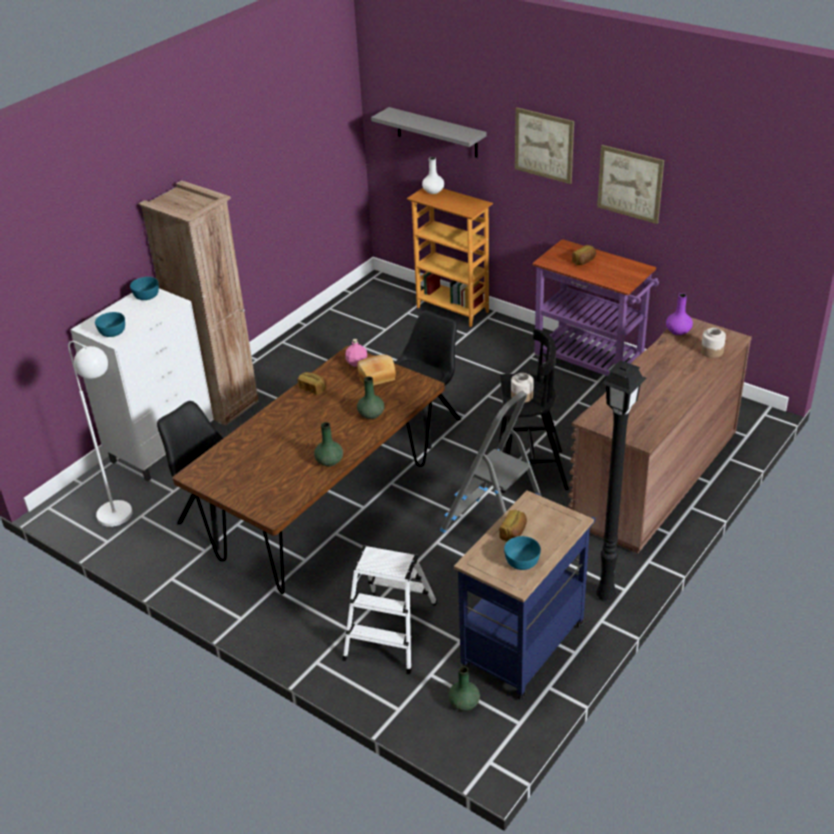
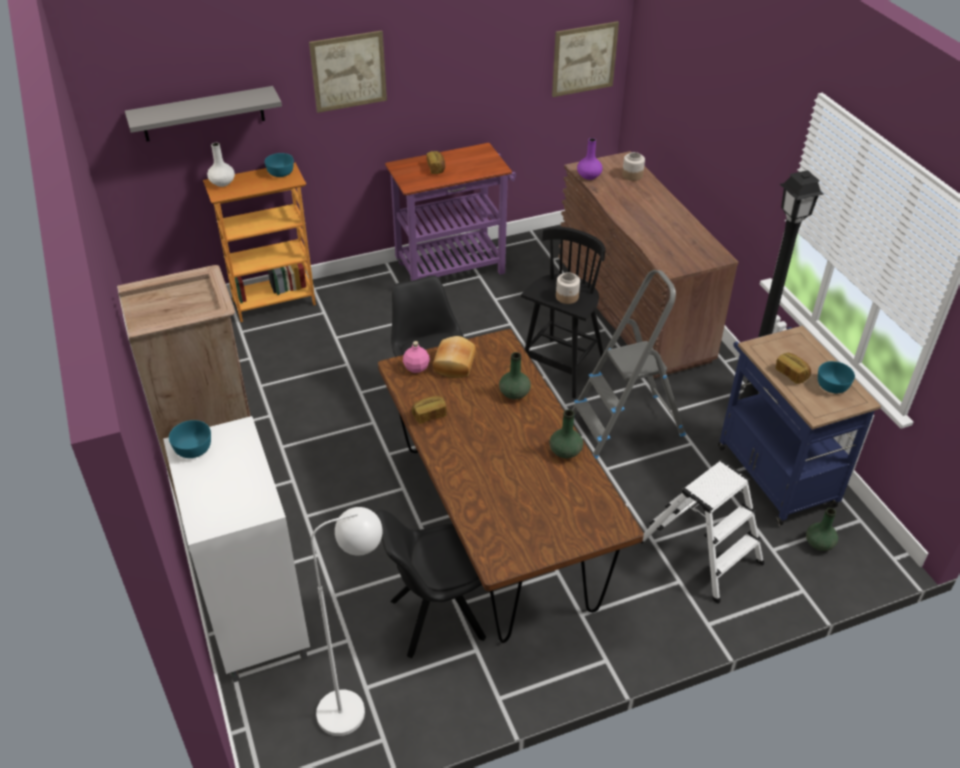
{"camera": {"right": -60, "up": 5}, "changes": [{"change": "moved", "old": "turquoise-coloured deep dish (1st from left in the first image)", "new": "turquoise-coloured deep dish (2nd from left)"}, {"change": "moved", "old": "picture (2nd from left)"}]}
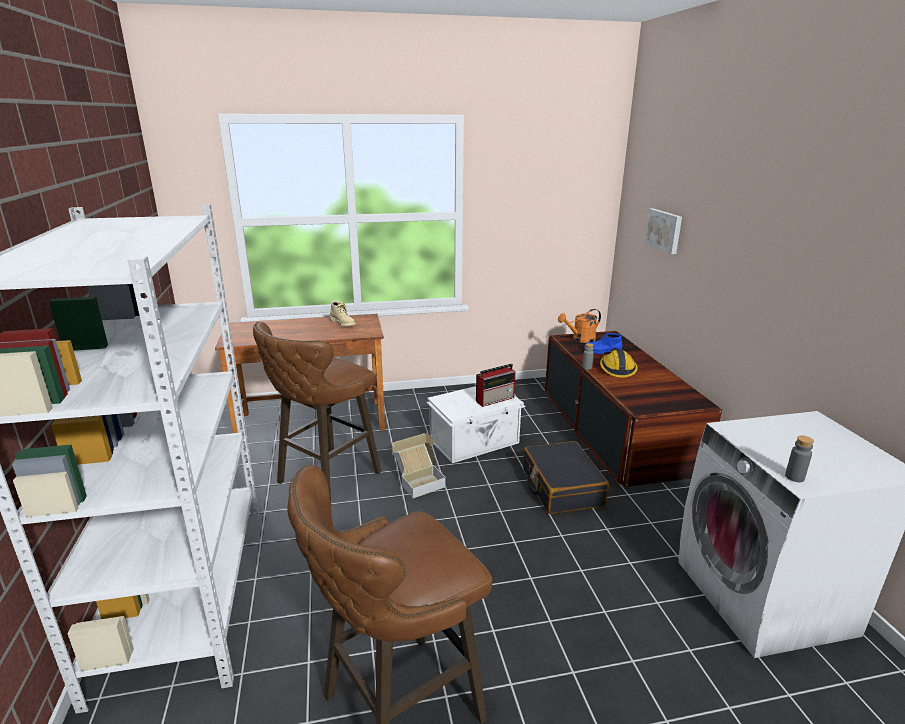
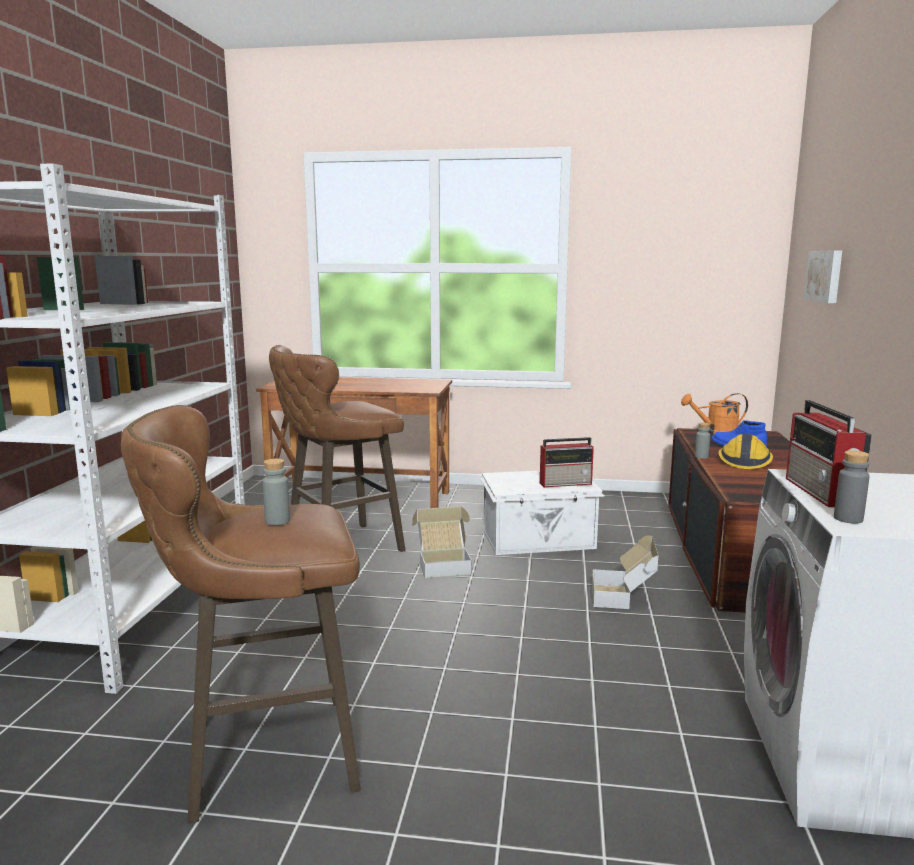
{"camera": {"right": 20, "up": -10}, "changes": [{"change": "removed", "old": "beige-coloured high-top boot"}, {"change": "added", "new": "greyish bottle (1st from left)"}, {"change": "added", "new": "radio receiver (2nd from left)"}, {"change": "replaced", "old": "blackish travel case", "new": "carton (2nd from left)"}]}
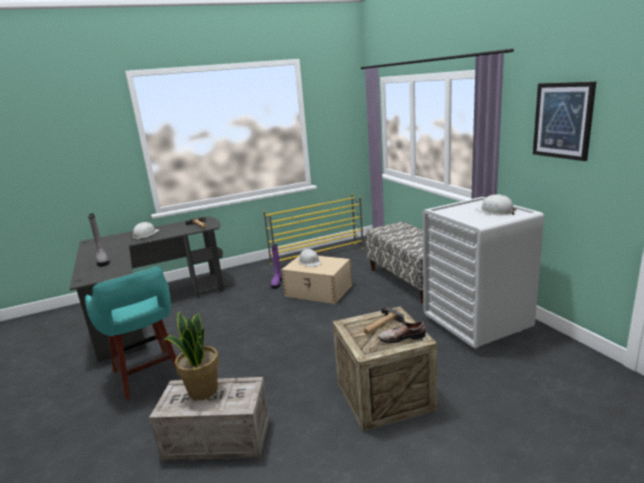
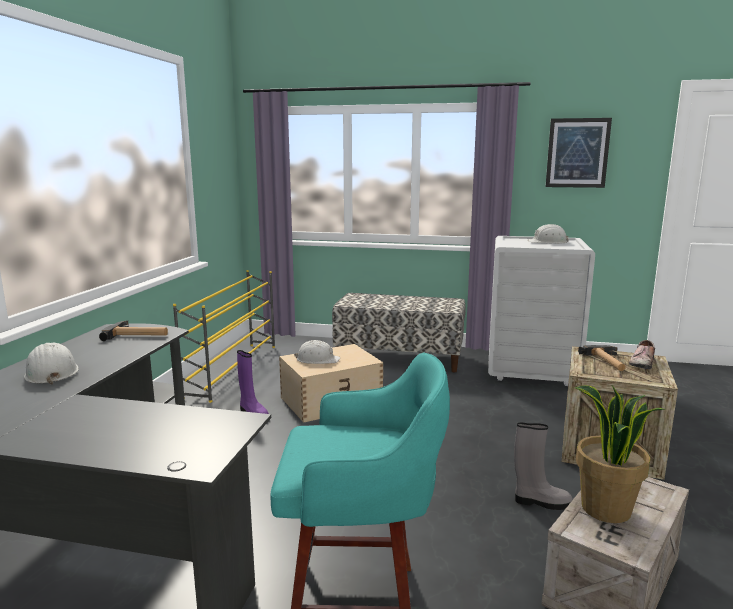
{"camera": {"right": -55, "up": -5}, "changes": [{"change": "moved", "old": "greyish high-top boot"}]}
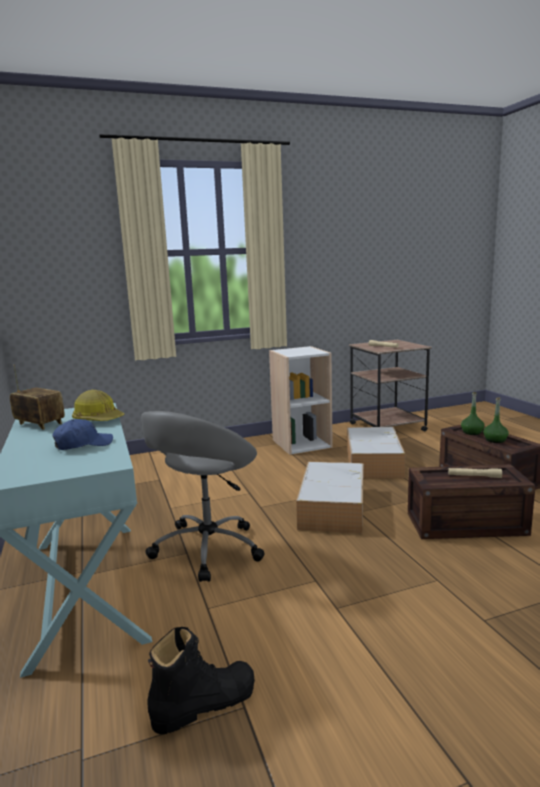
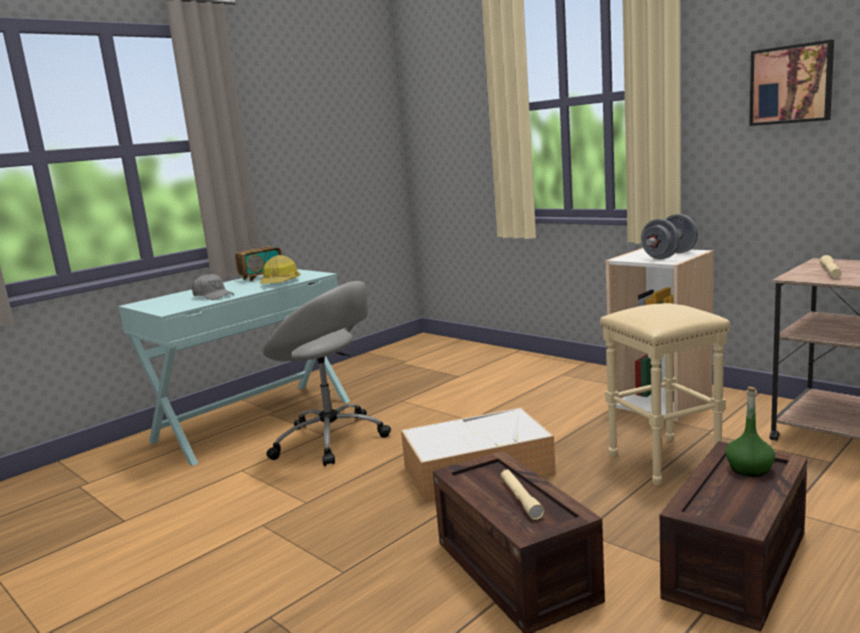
{"camera": {"right": 65, "up": 0}, "changes": [{"change": "removed", "old": "blackish high-top boot"}, {"change": "removed", "old": "green-coloured bottle (2nd from left)"}, {"change": "added", "new": "greyish free weight"}, {"change": "added", "new": "picture"}, {"change": "replaced", "old": "storage box (2nd from left)", "new": "beige-coloured stool"}, {"change": "recoloured", "old": "blue cap", "new": "greyish cap"}, {"change": "turned", "old": "radio receiver", "degrees": 45}, {"change": "turned", "old": "greyish computer chair", "degrees": -150}]}
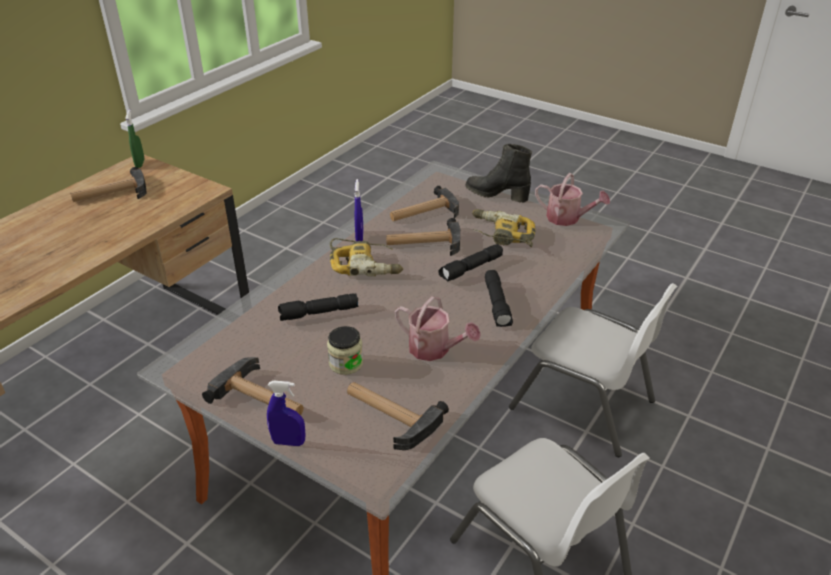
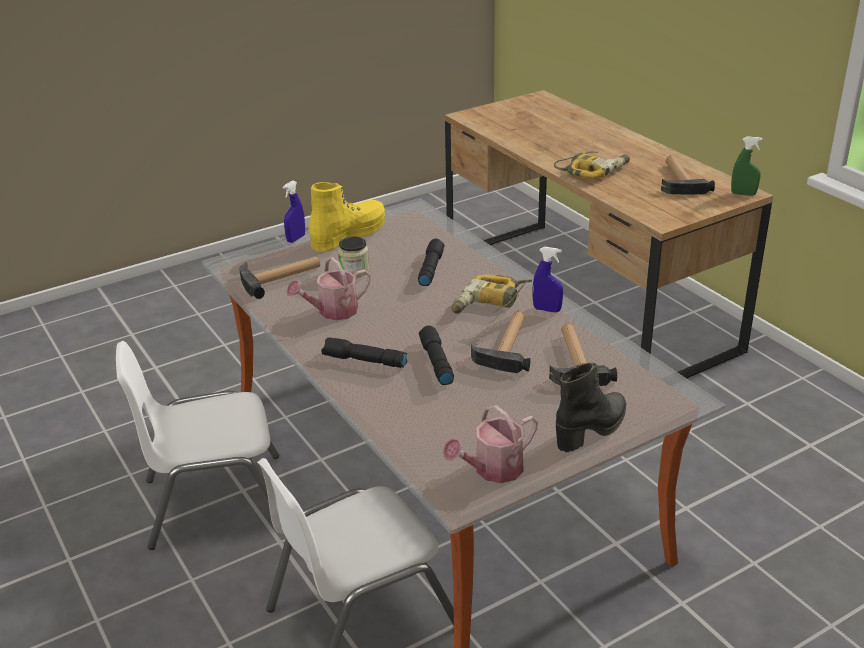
{"camera": {"right": 115, "up": -5}, "changes": [{"change": "moved", "old": "drill (2nd from left)"}, {"change": "replaced", "old": "hammer (2nd from left)", "new": "yellowish high-top boot"}]}
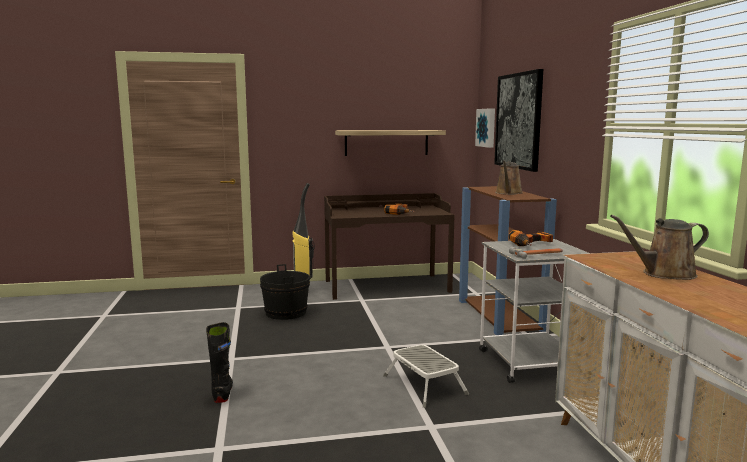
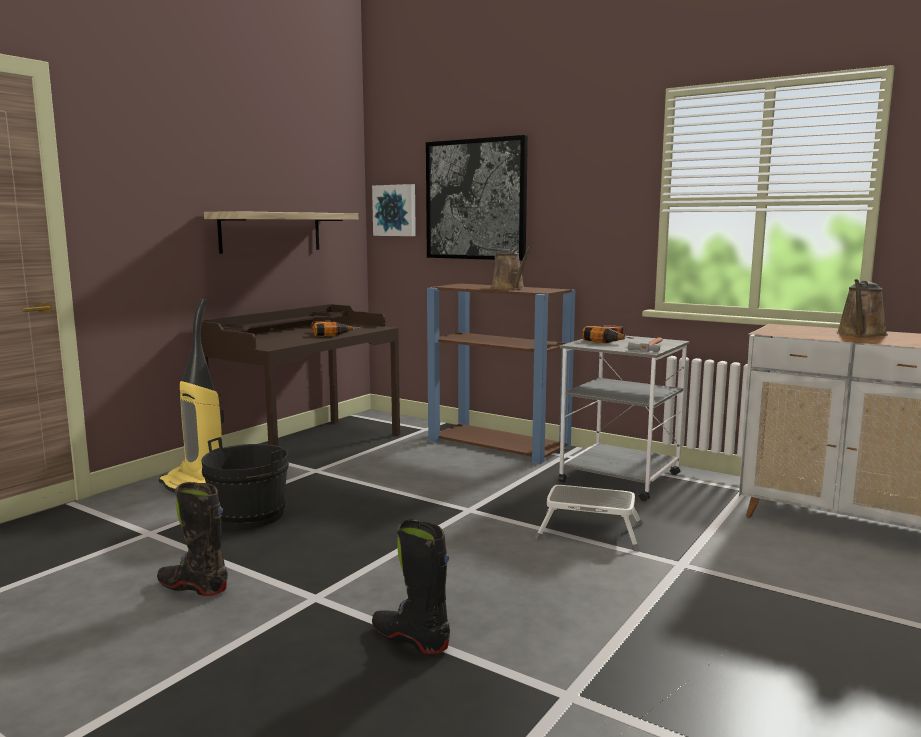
{"camera": {"right": -45, "up": 0}, "changes": [{"change": "added", "new": "blackish high-top boot (1st from left)"}]}
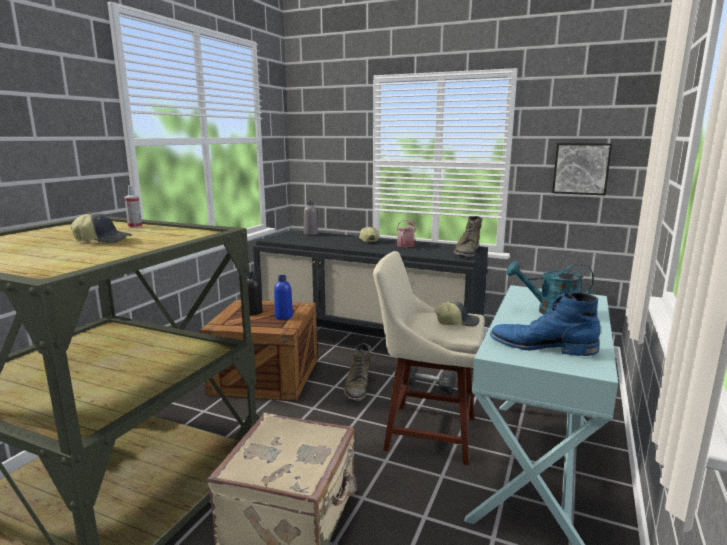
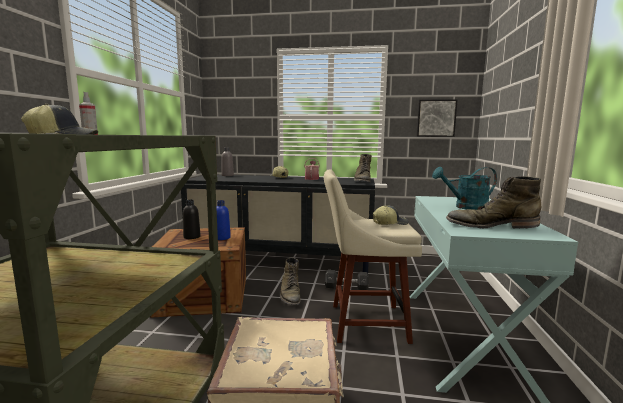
{"camera": {"right": -15, "up": -5}, "changes": [{"change": "recoloured", "old": "blue high-top boot", "new": "green-coloured high-top boot (3rd from left)"}]}
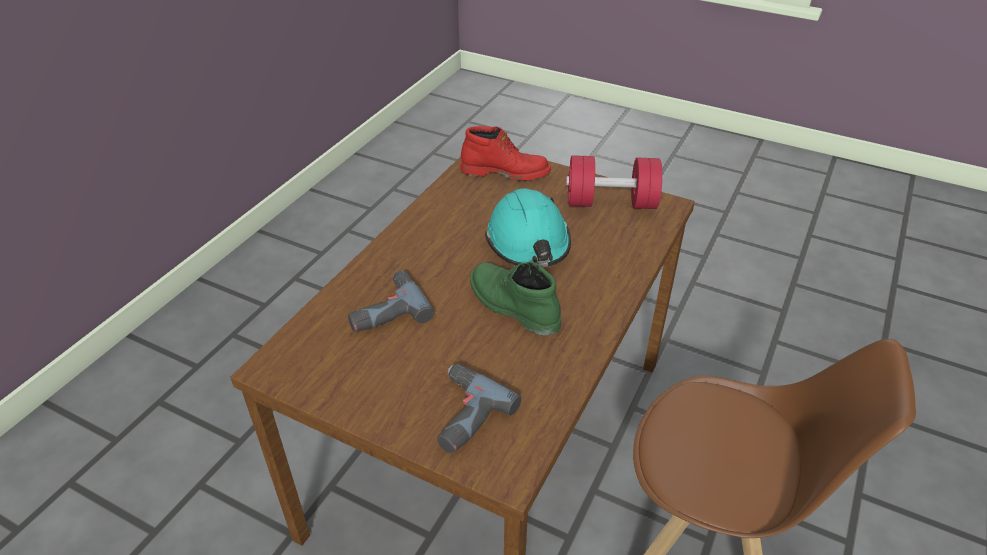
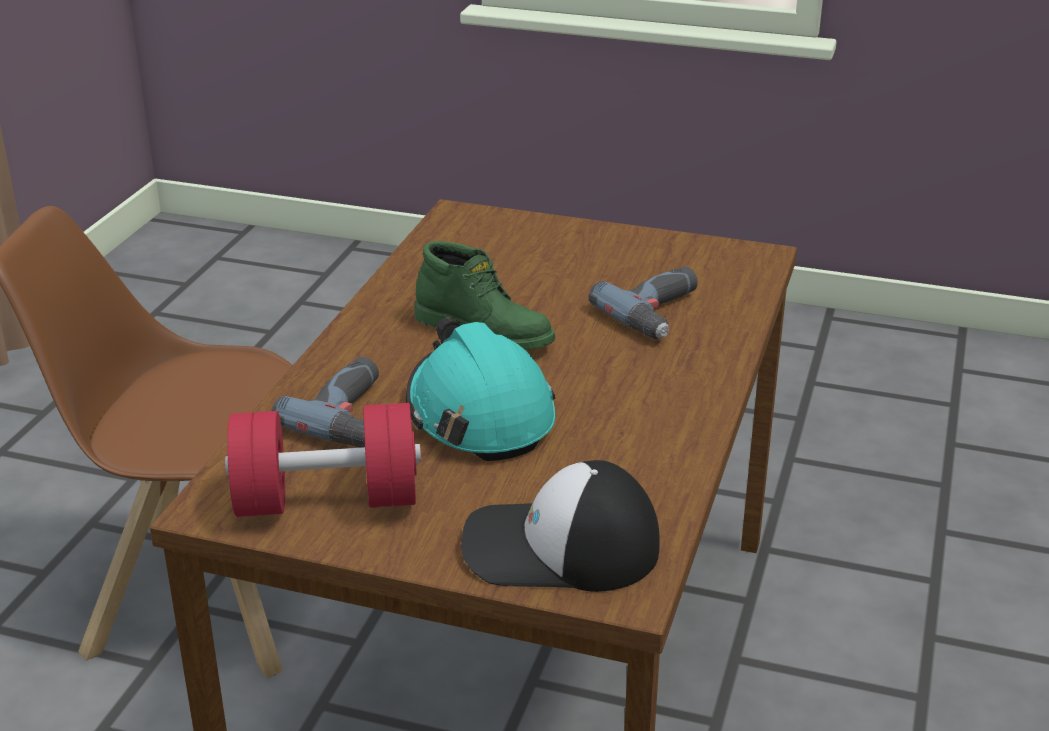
{"camera": {"right": 170, "up": -10}, "changes": [{"change": "moved", "old": "drill (2nd from left in the first image)", "new": "drill (1st from left)"}, {"change": "replaced", "old": "reddish high-top boot", "new": "cap"}]}
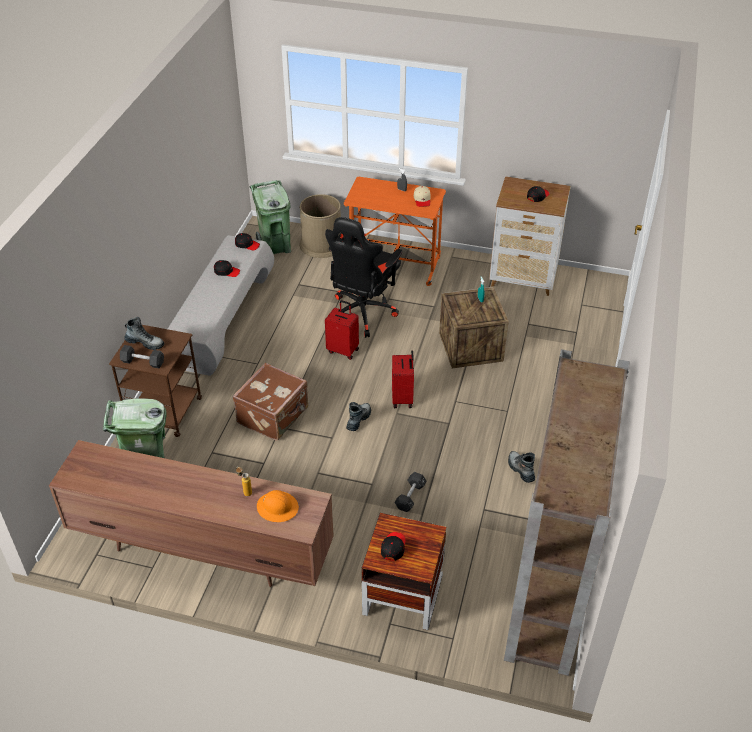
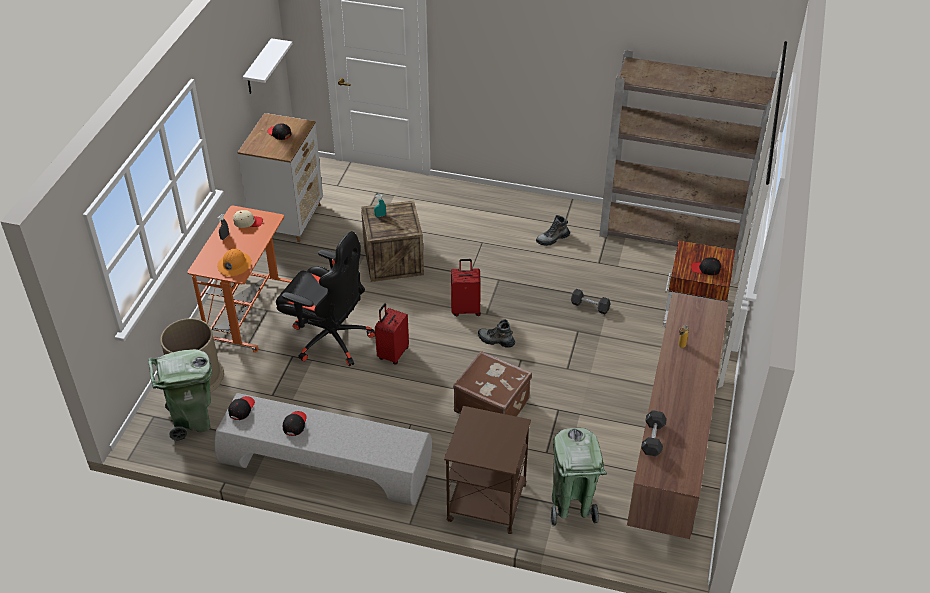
{"camera": {"right": -90, "up": 0}, "changes": [{"change": "removed", "old": "high-top boot (1st from left)"}, {"change": "added", "new": "whitish bracket shelf"}, {"change": "moved", "old": "blackish free weight (1st from left in the first image)", "new": "blackish free weight (2nd from left)"}, {"change": "moved", "old": "orangey hard hat"}]}
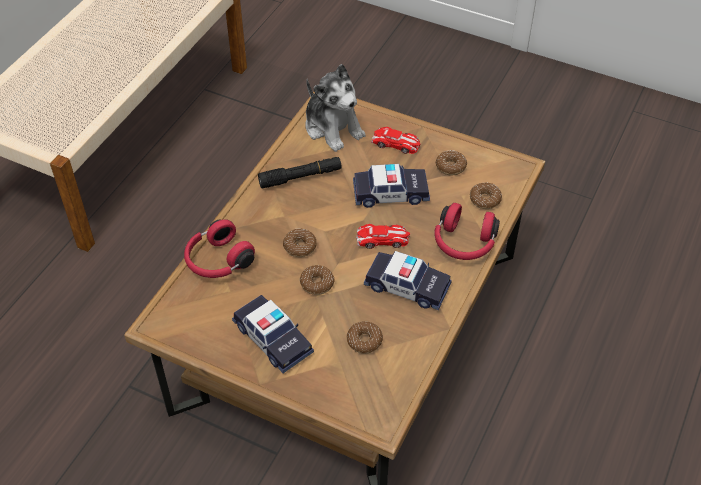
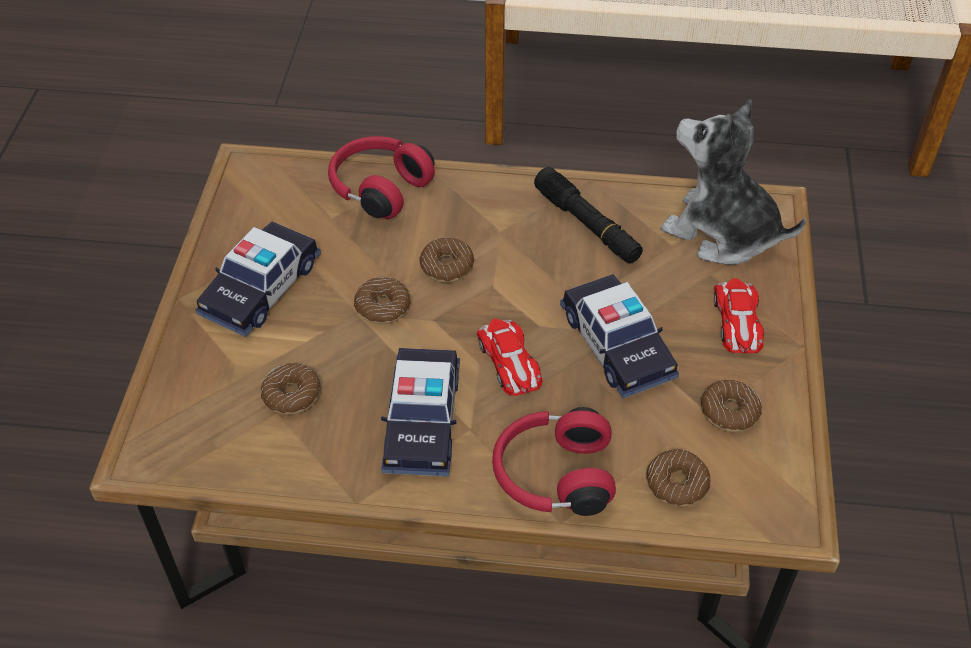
{"camera": {"right": 70, "up": 0}, "changes": [{"change": "turned", "old": "plush toy", "degrees": 90}]}
